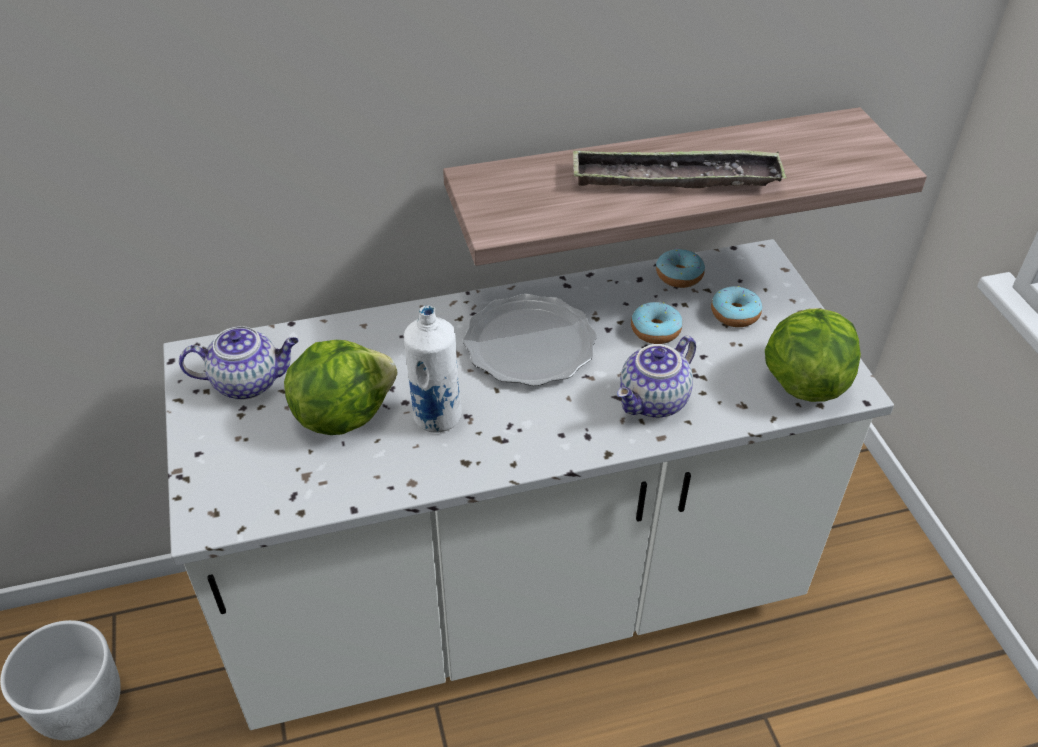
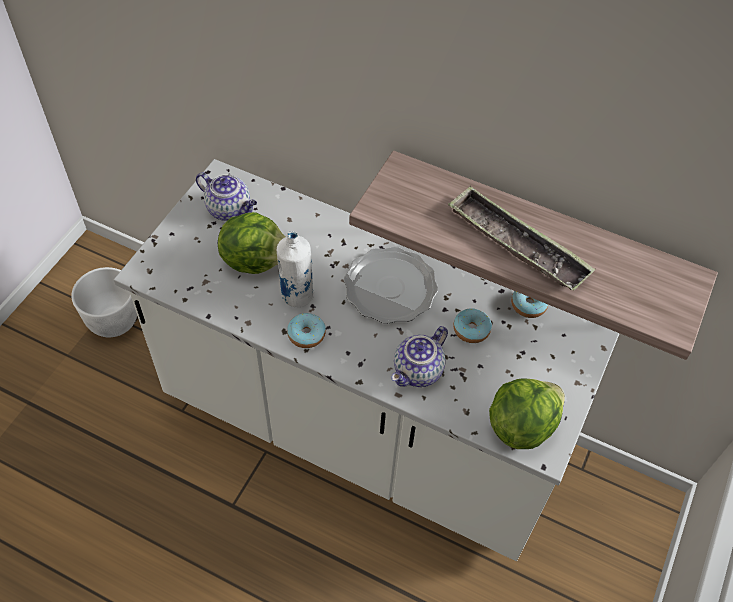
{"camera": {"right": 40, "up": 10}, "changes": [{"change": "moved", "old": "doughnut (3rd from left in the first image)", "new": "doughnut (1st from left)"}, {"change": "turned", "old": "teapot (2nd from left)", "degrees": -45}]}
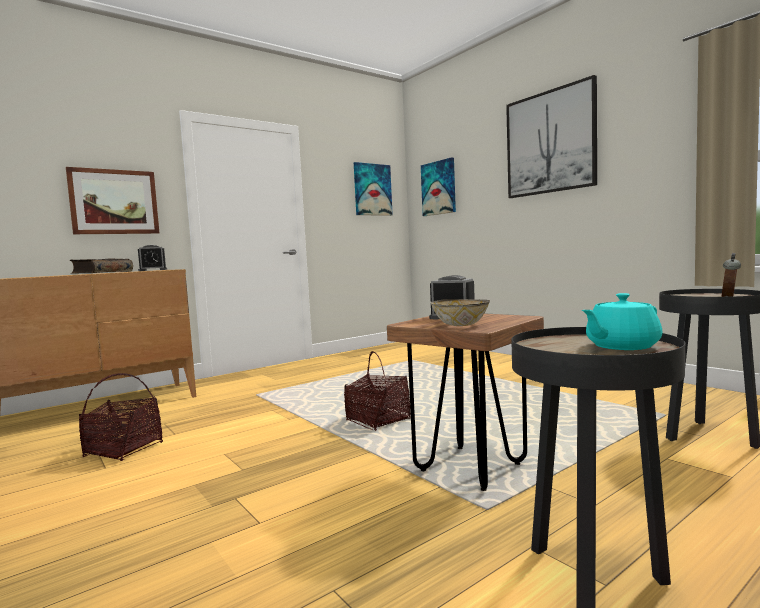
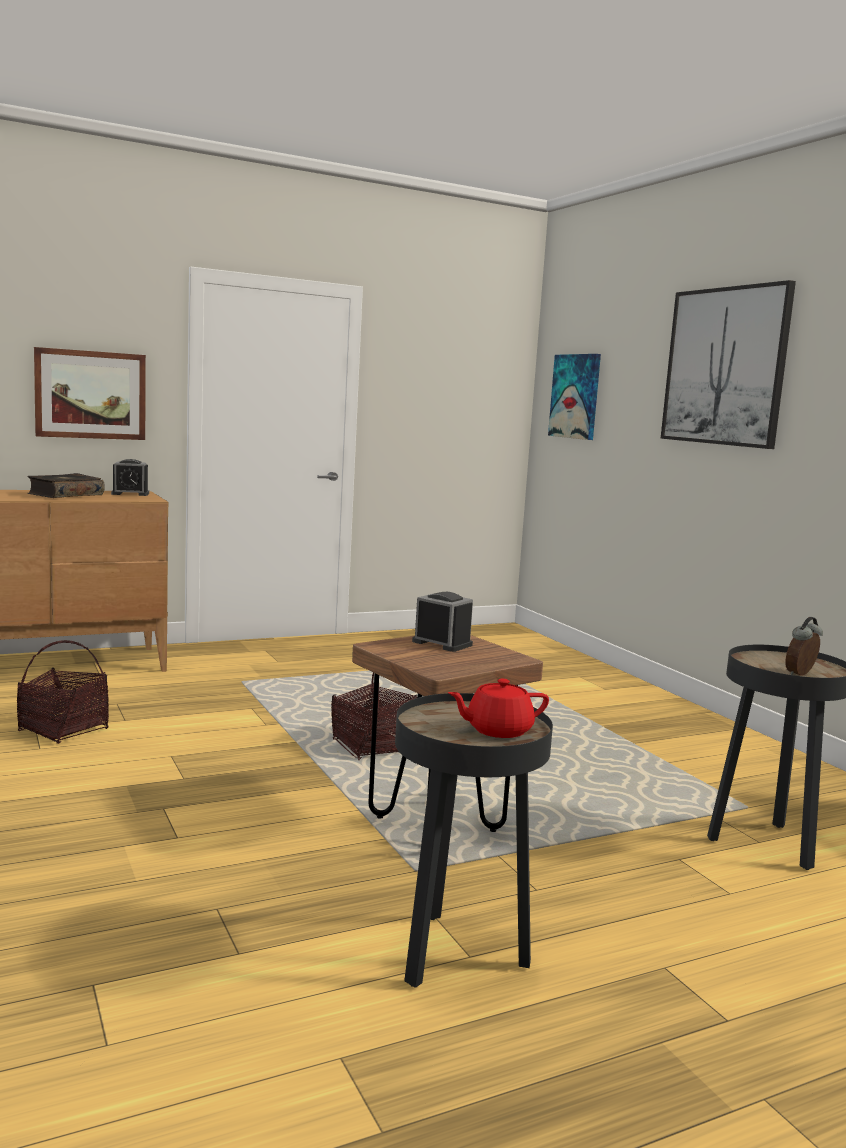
{"camera": {"right": 10, "up": 5}, "changes": [{"change": "removed", "old": "picture (2nd from left)"}, {"change": "removed", "old": "deep dish"}, {"change": "recoloured", "old": "turquoise-coloured teapot", "new": "reddish teapot"}]}
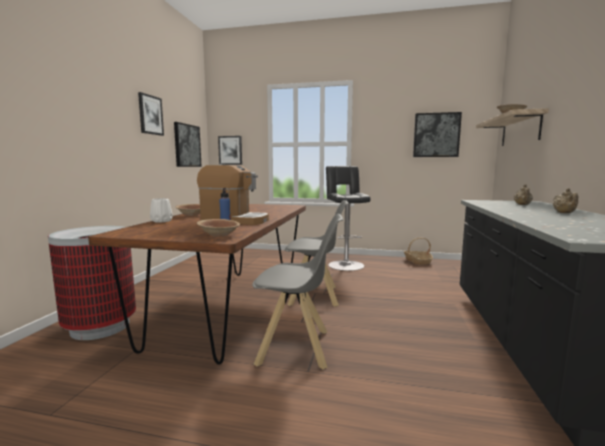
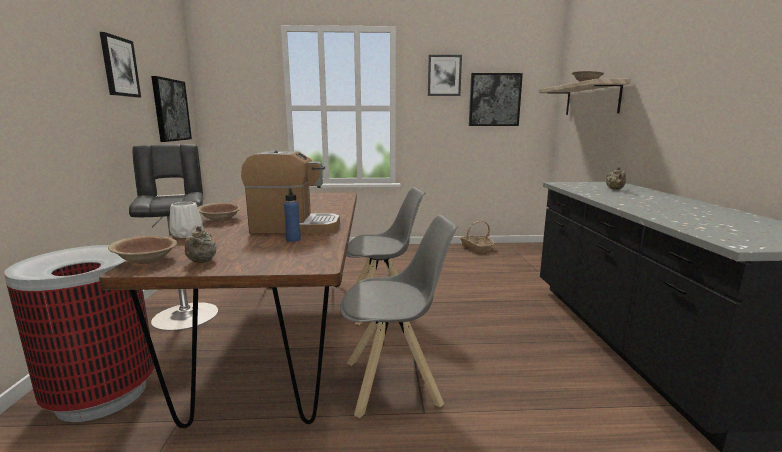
{"camera": {"right": -15, "up": 5}, "changes": [{"change": "moved", "old": "brown-coloured deep dish (2nd from left in the first image)", "new": "brown-coloured deep dish (1st from left)"}, {"change": "moved", "old": "picture (3rd from left)"}, {"change": "moved", "old": "blackish stool"}, {"change": "moved", "old": "beige-coloured teapot (2nd from left in the first image)", "new": "beige-coloured teapot (1st from left)"}]}
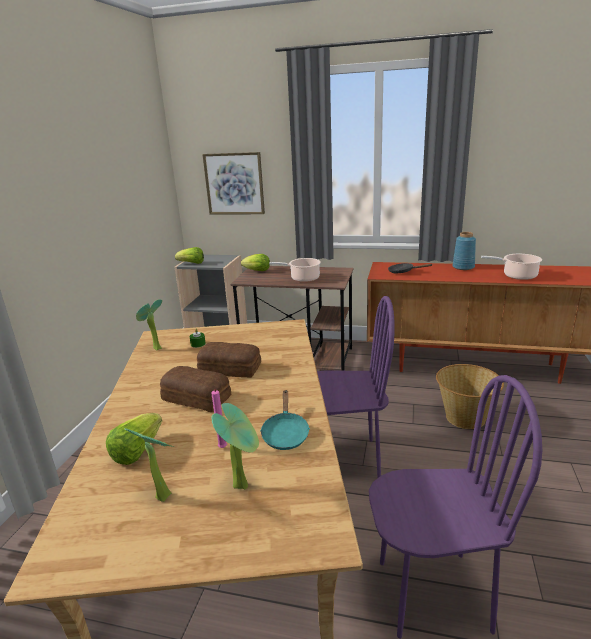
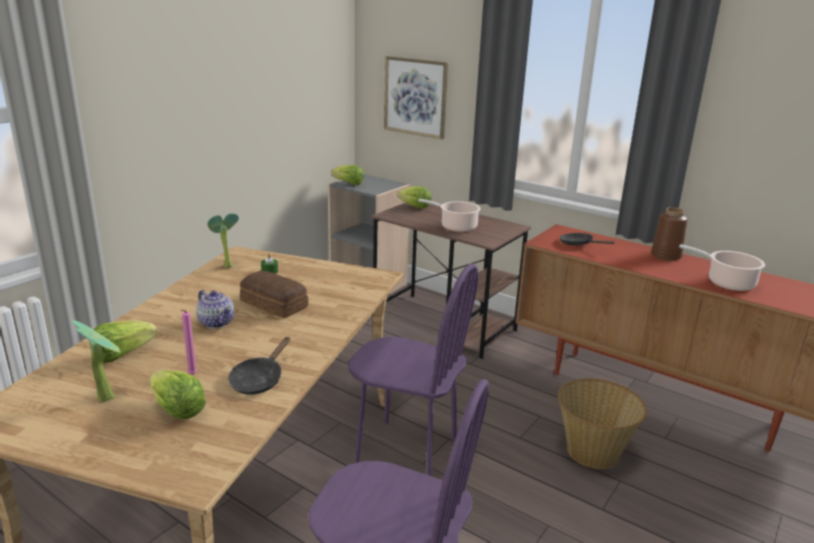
{"camera": {"right": 20, "up": 0}, "changes": [{"change": "replaced", "old": "baked bread (1st from left)", "new": "teapot"}, {"change": "replaced", "old": "potted plant (3rd from left)", "new": "head of lettuce (2nd from left)"}, {"change": "recoloured", "old": "turquoise-coloured skillet", "new": "blackish skillet (1st from left)"}, {"change": "recoloured", "old": "blue vase", "new": "brown-coloured vase"}]}
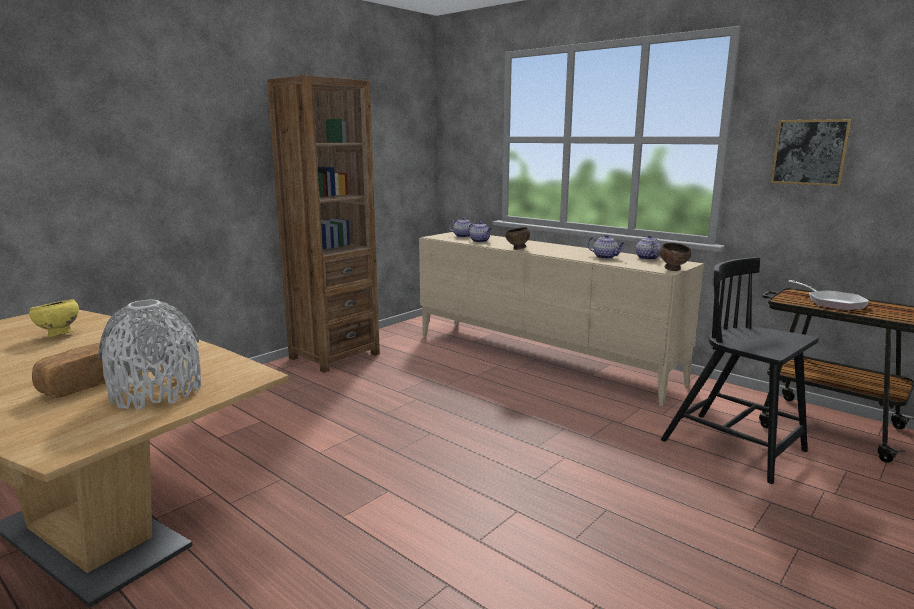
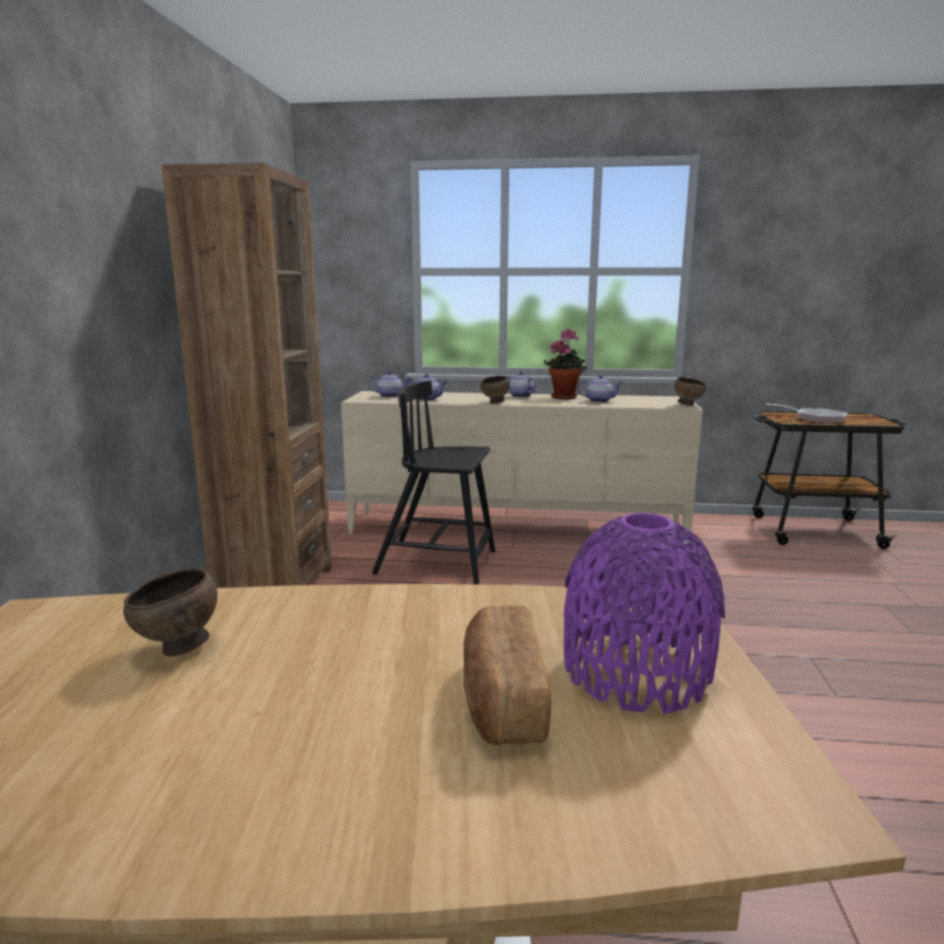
{"camera": {"right": -35, "up": 0}, "changes": [{"change": "removed", "old": "picture"}, {"change": "added", "new": "potted plant"}, {"change": "moved", "old": "teapot (4th from left in the first image)", "new": "teapot (3rd from left)"}, {"change": "moved", "old": "blackish plain chair"}, {"change": "recoloured", "old": "yellowish deep dish", "new": "brown-coloured deep dish (1st from left)"}, {"change": "recoloured", "old": "greyish vase", "new": "purple vase"}]}
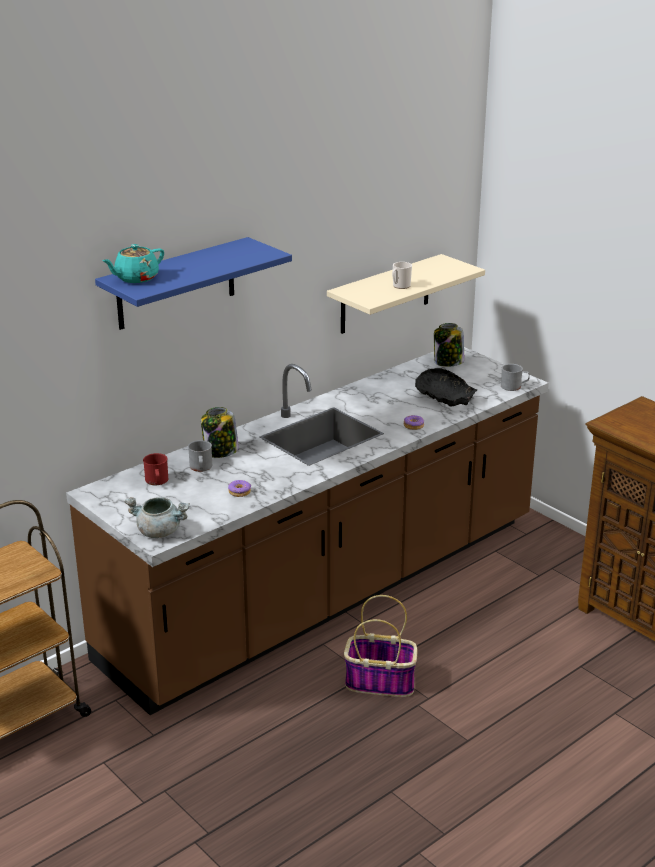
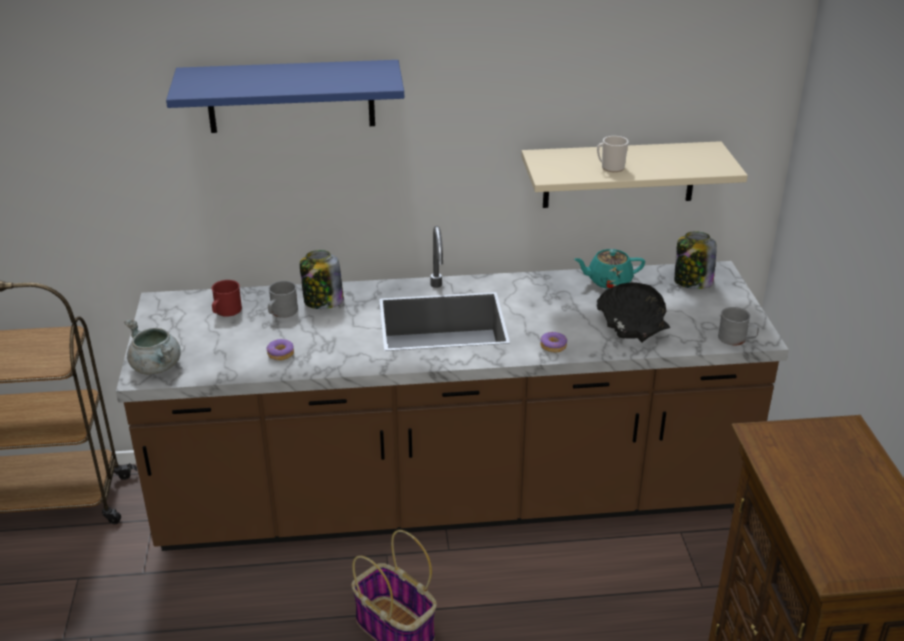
{"camera": {"right": 35, "up": 5}, "changes": [{"change": "moved", "old": "turquoise-coloured teapot"}]}
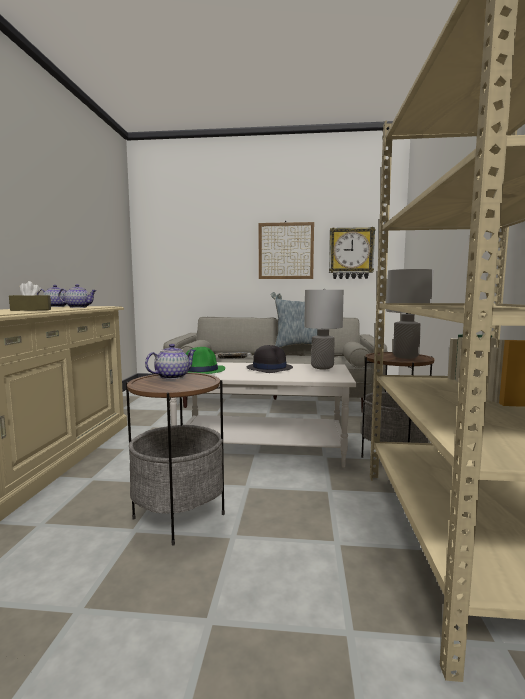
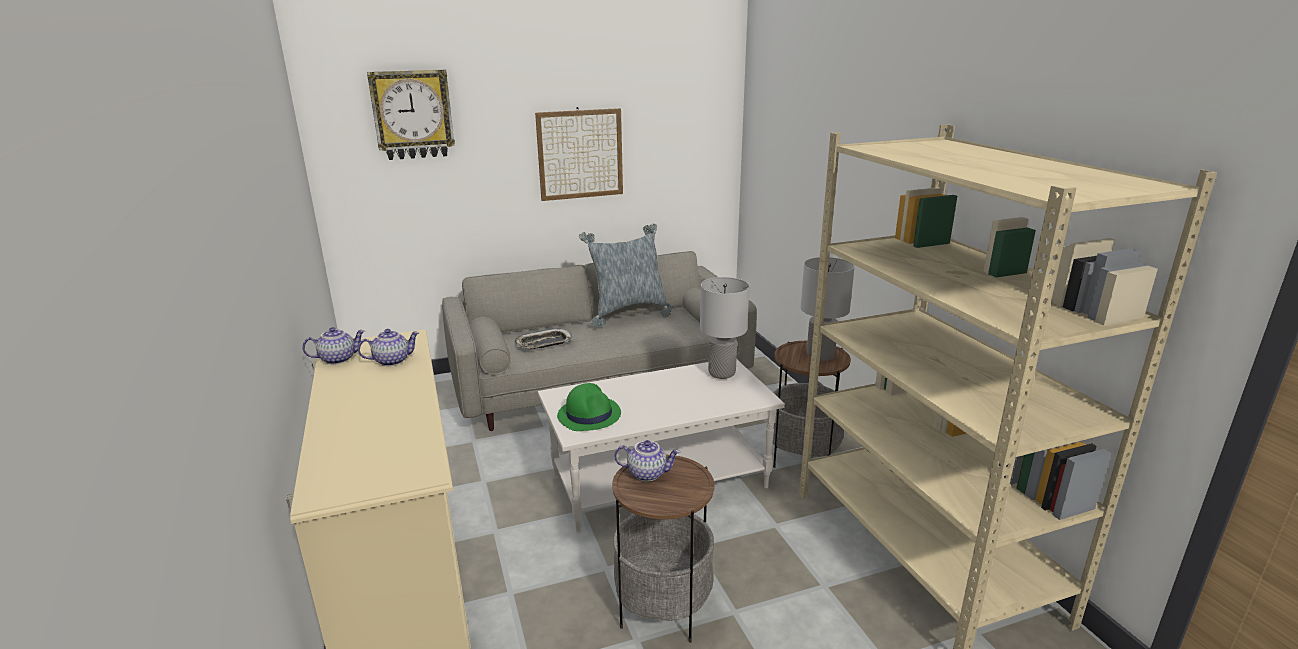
{"camera": {"right": -25, "up": 15}, "changes": [{"change": "removed", "old": "brown-coloured box of tissues"}, {"change": "removed", "old": "blackish clothing hat"}, {"change": "moved", "old": "hanging clock"}, {"change": "turned", "old": "teapot (3rd from left)", "degrees": 75}]}
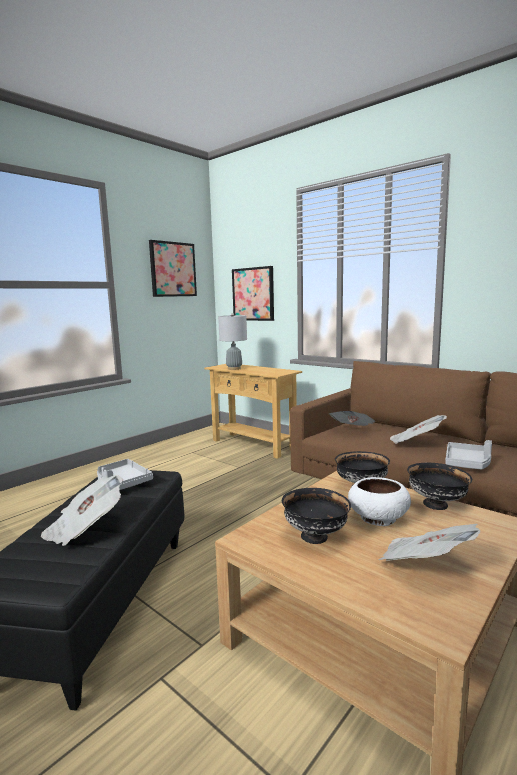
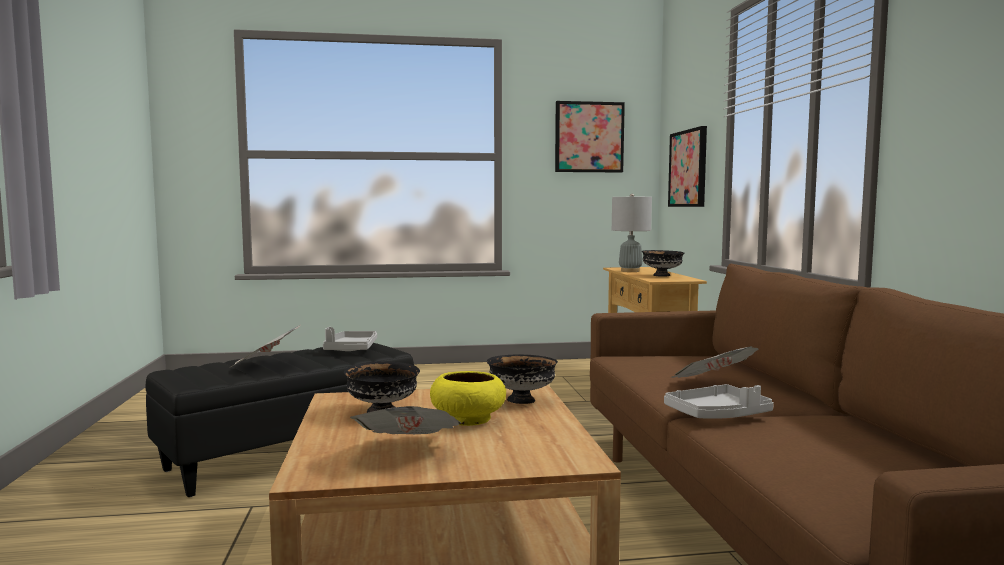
{"camera": {"right": 40, "up": -5}, "changes": [{"change": "removed", "old": "printed paper (2nd from left)"}, {"change": "moved", "old": "blackish deep dish (3rd from left)"}, {"change": "recoloured", "old": "whitish deep dish", "new": "yellowish deep dish"}]}
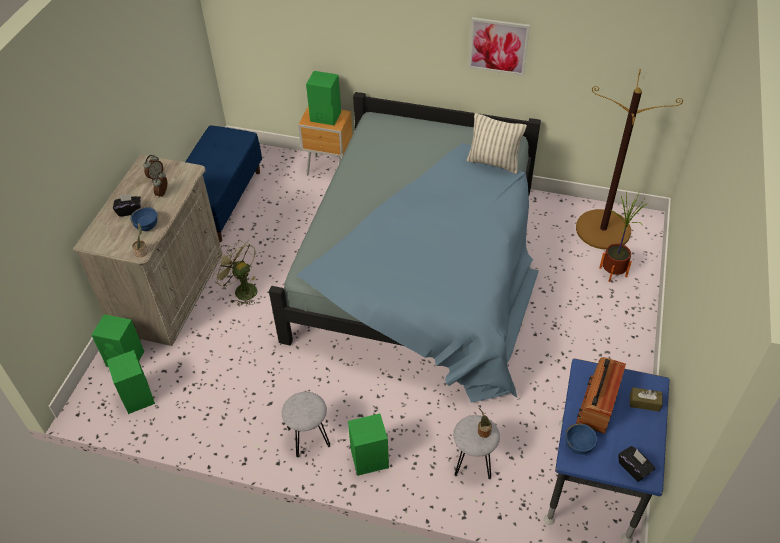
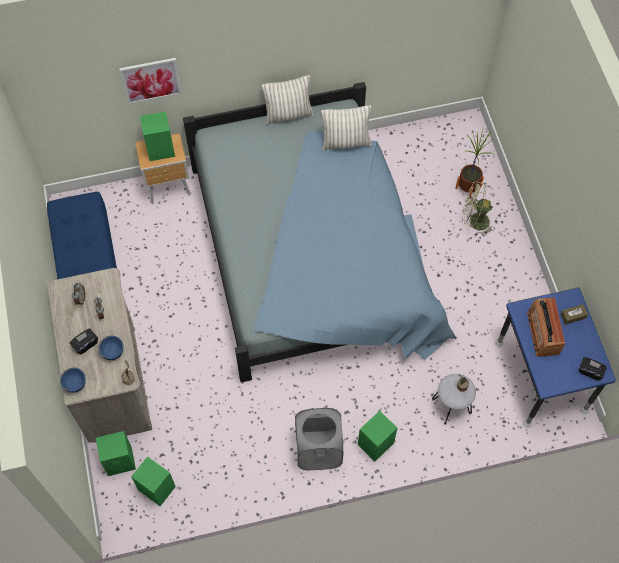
{"camera": {"right": -30, "up": 15}, "changes": [{"change": "removed", "old": "brown-coloured garment rack"}, {"change": "added", "new": "cushion (1st from left)"}, {"change": "moved", "old": "green-coloured cooling fan"}, {"change": "moved", "old": "picture"}, {"change": "moved", "old": "blue deep dish (2nd from left in the first image)", "new": "blue deep dish (1st from left)"}, {"change": "replaced", "old": "greyish stool (1st from left)", "new": "greyish laundry basket"}]}
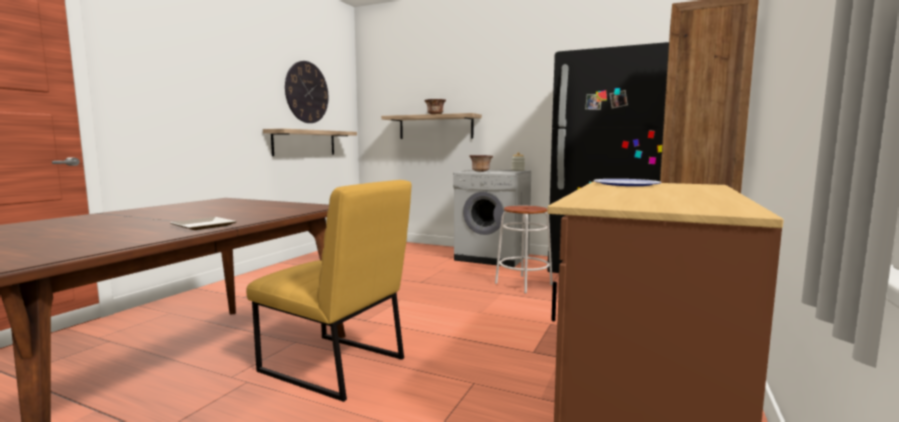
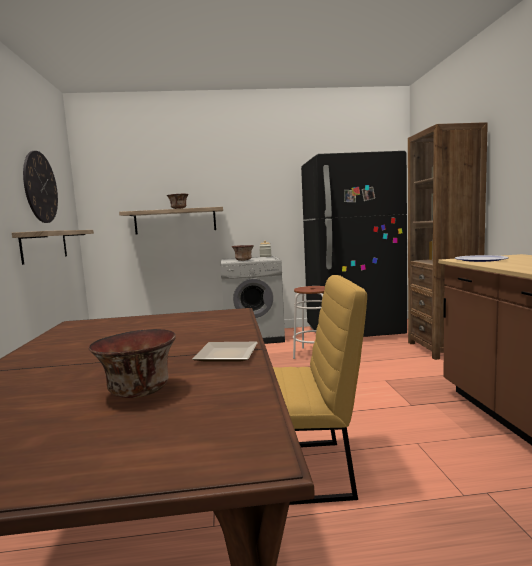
{"camera": {"right": -30, "up": 0}, "changes": [{"change": "added", "new": "deep dish (1st from left)"}]}
